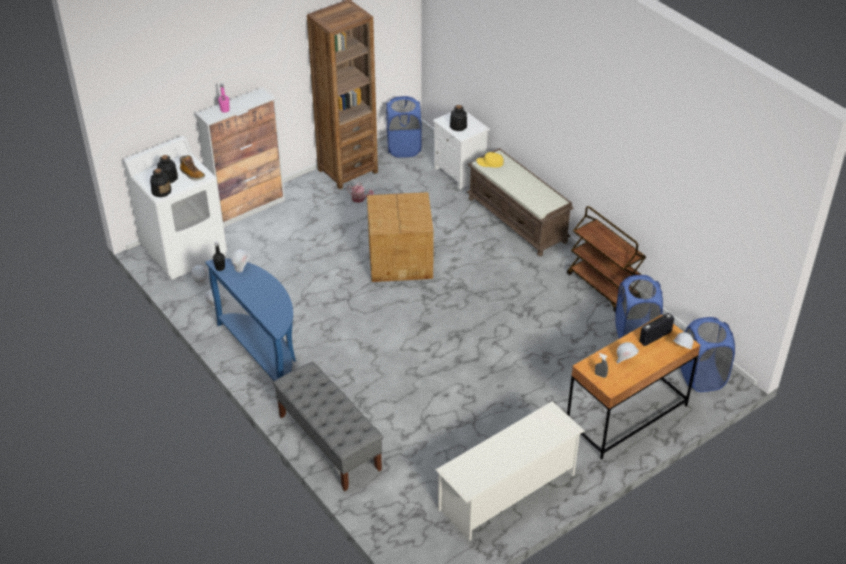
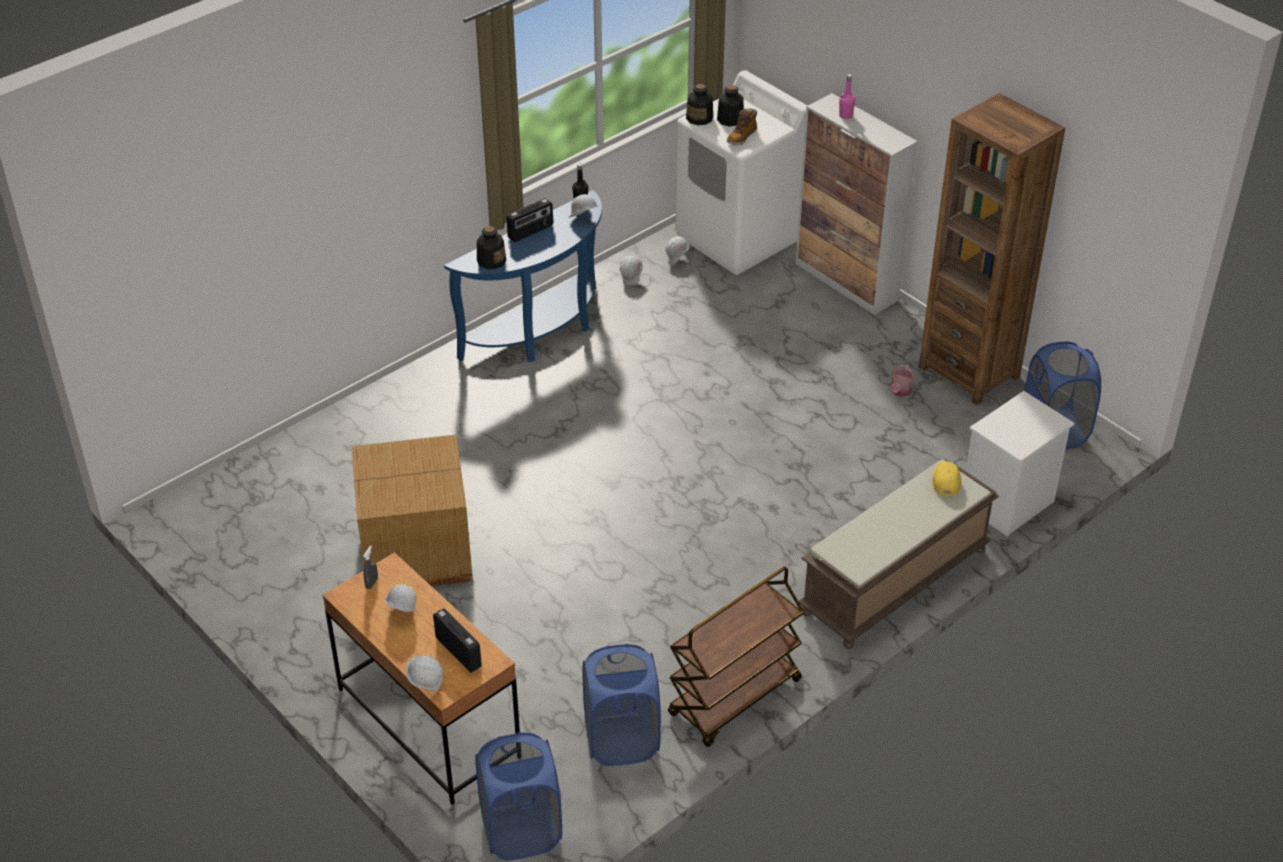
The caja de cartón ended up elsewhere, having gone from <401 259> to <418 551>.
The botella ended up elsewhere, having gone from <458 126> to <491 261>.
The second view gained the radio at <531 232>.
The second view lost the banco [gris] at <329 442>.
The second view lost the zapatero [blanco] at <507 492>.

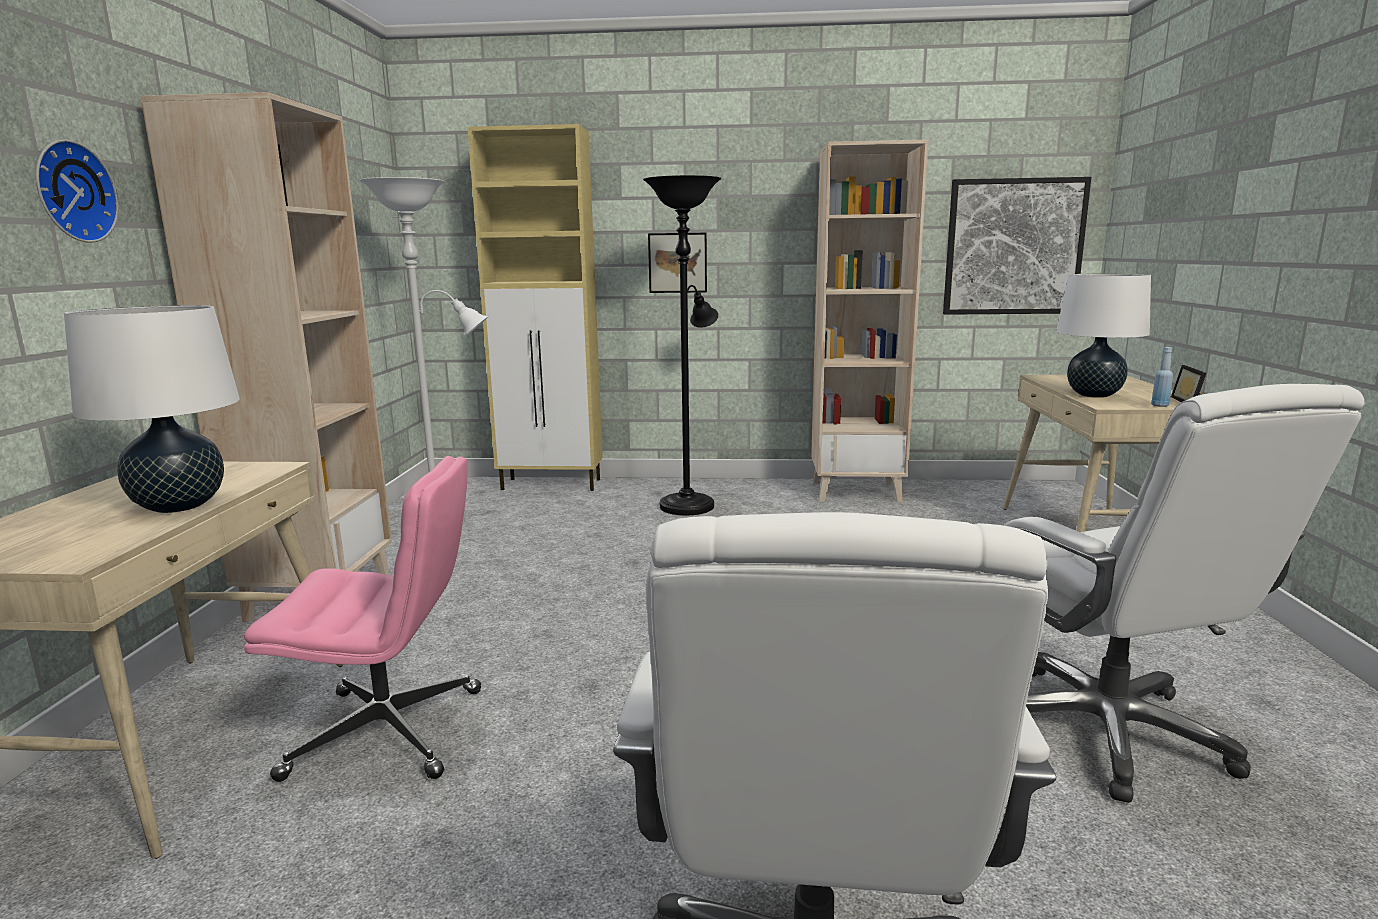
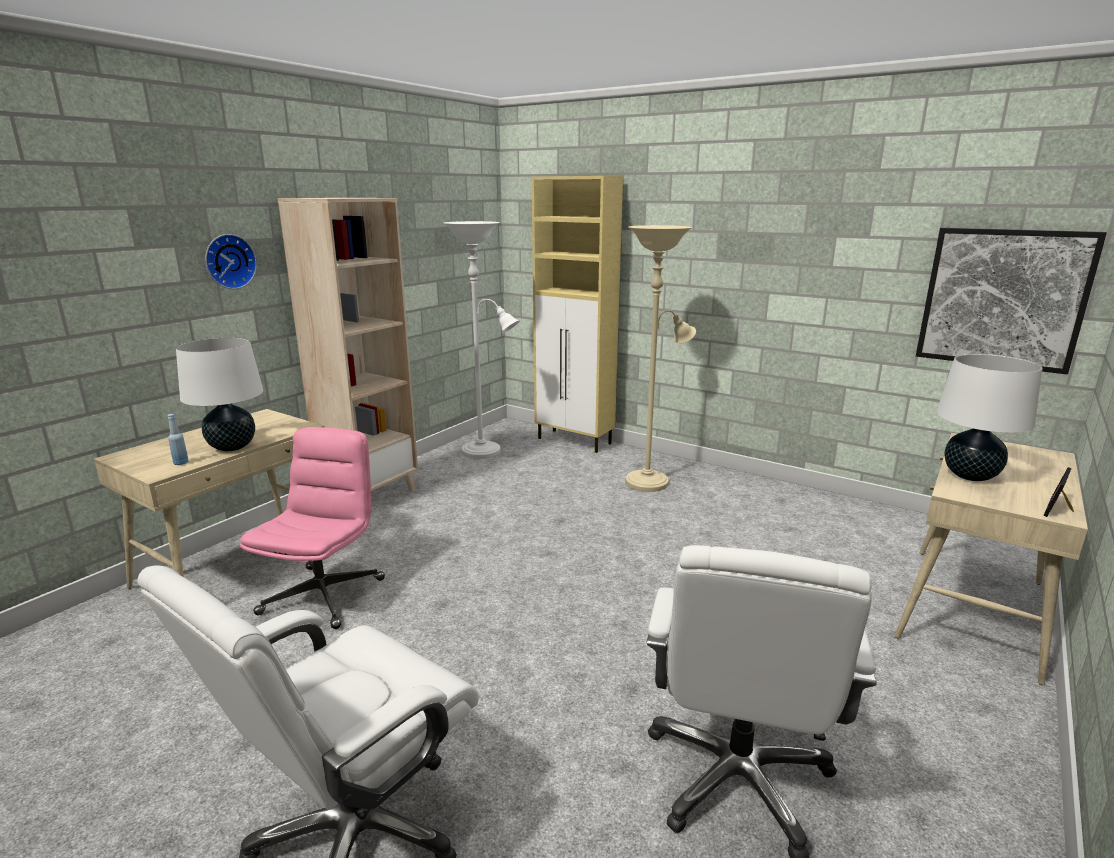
The botella [azul] ended up elsewhere, having gone from <1160 405> to <181 463>.
The silla de oficina [rosa] at <389 732> ended up facing another way, 105 degrees counterclockwise from before.
What was the lámpara de pie [negro] at <689 504> turned into the lámpara de pie [beis] at <651 481>.
The second view lost the cuadro at <677 263>.
The second view lost the estantería [beis] at <856 491>.

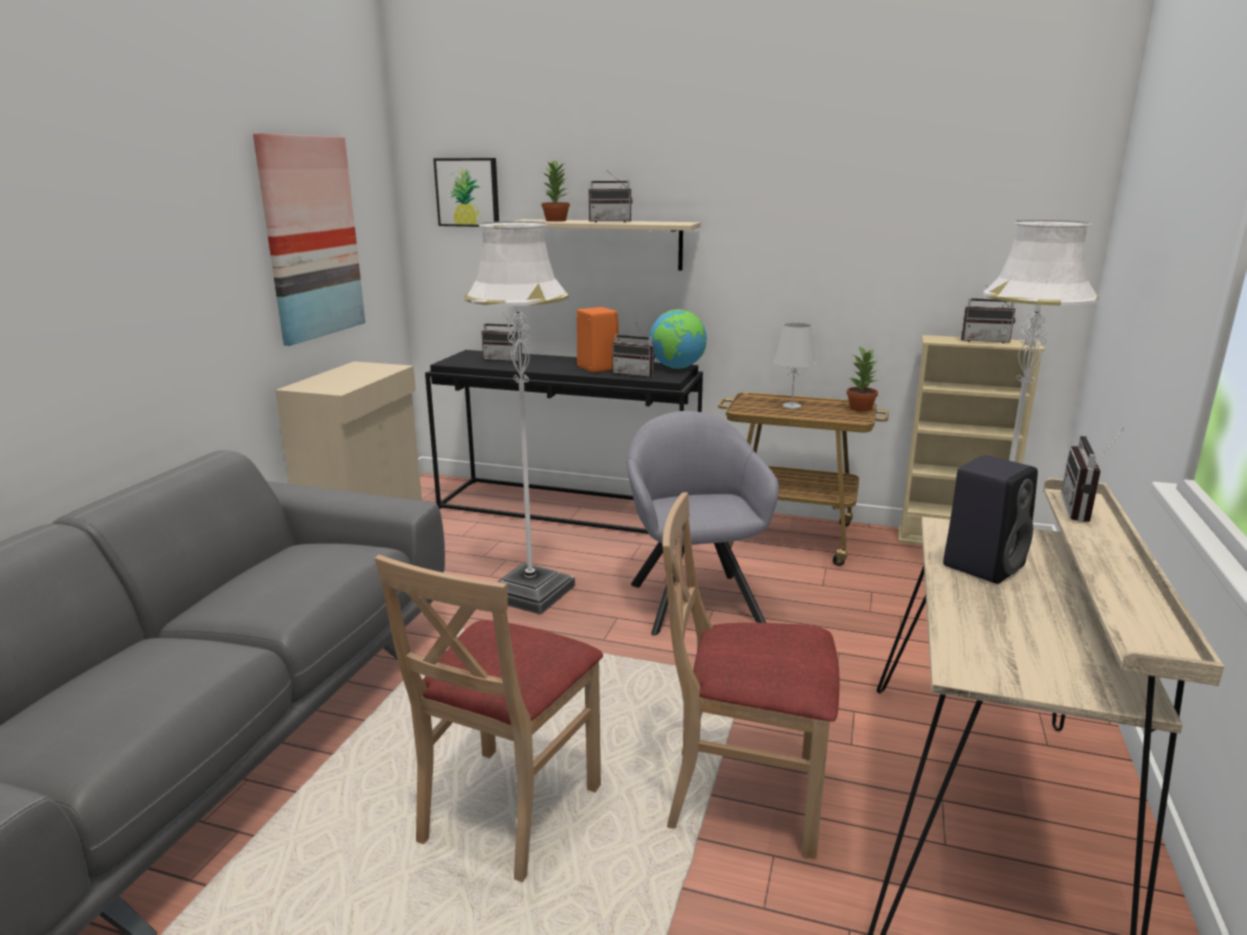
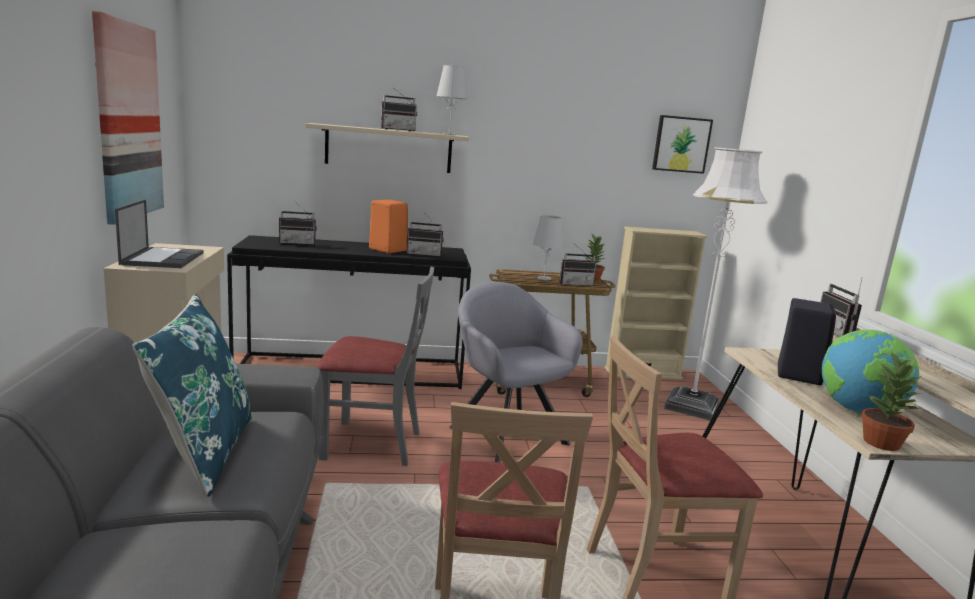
The second view gained the portátil at <163 258>.
The second view gained the cojín [azul] at <203 453>.
Where the lámpara de pie [blanco] stood at <530 592>, the silla [gris] came to stand at <372 444>.
The second view gained the lámpara de mesa [blanco] at <449 134>.
The radio ended up elsewhere, having gone from <985 340> to <575 284>.
The cuadro ended up elsewhere, having gone from <468 192> to <681 144>.
The globo terráqueo ended up elsewhere, having gone from <677 368> to <859 411>.
The planta en maceta ended up elsewhere, having gone from <556 220> to <881 442>.

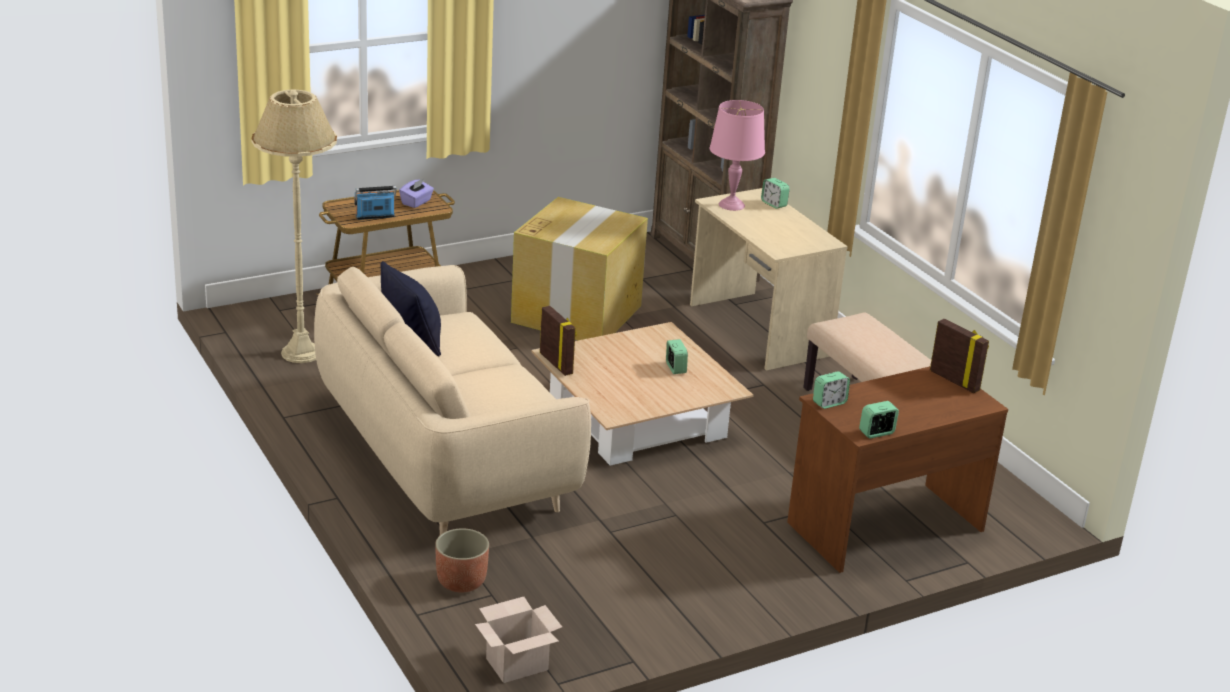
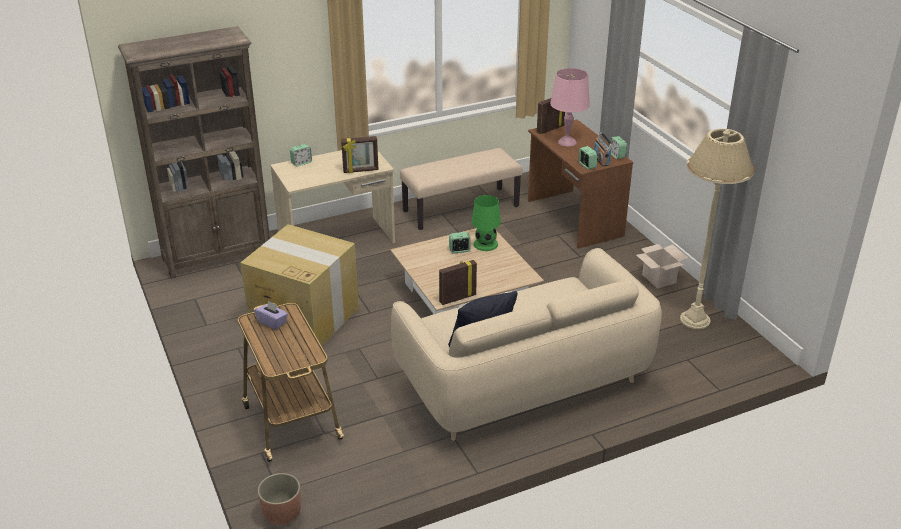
The maceta ended up elsewhere, having gone from <461 581> to <282 514>.
The second view gained the portarretratos at <361 171>.
The second view gained the lámpara de mesa [verde] at <485 244>.
The lámpara de mesa [rosa] ended up elsewhere, having gone from <731 204> to <566 142>.
The radio ended up elsewhere, having gone from <375 217> to <601 160>.
The caja de cartón ended up elsewhere, having gone from <518 663> to <658 278>.
The lámpara de pie [beis] ended up elsewhere, having gone from <300 353> to <695 320>.

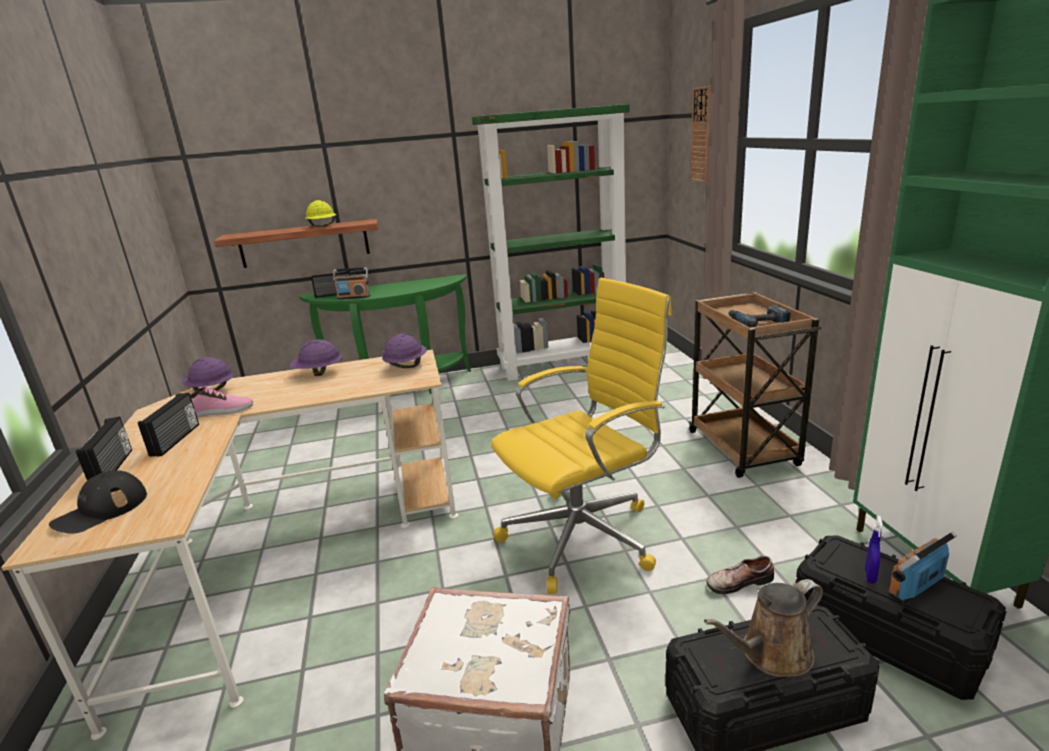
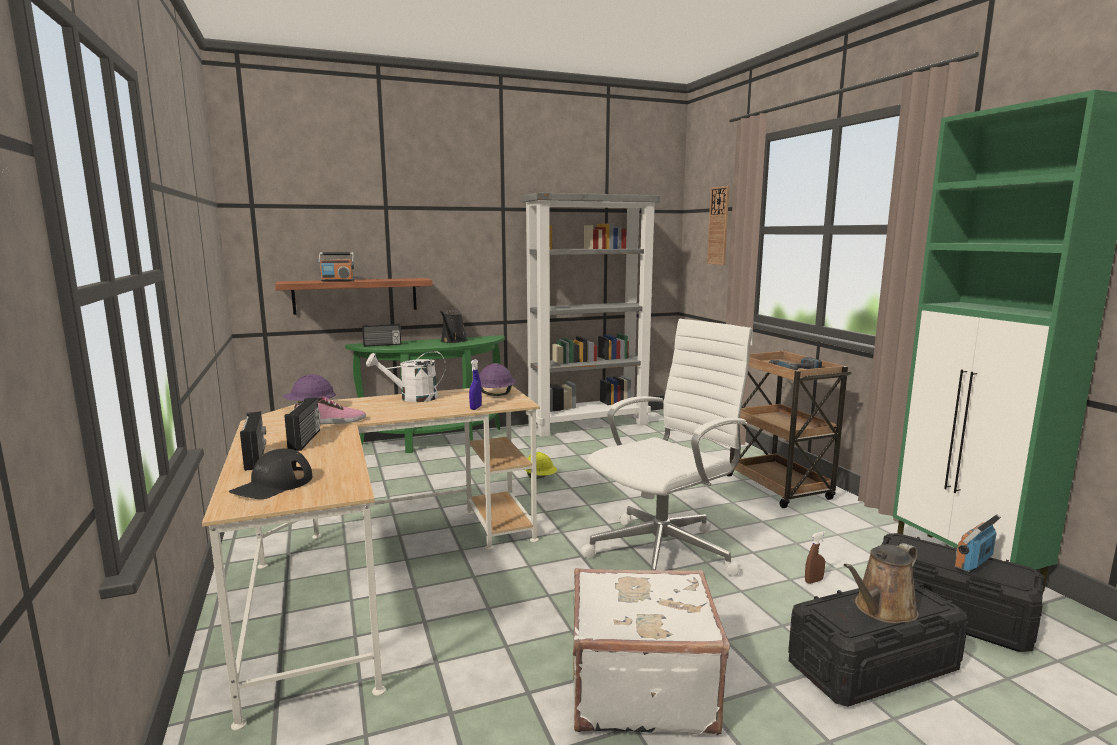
The radio ended up elsewhere, having gone from <354 297> to <337 280>.
Where the casco [morado] stood at <318 373>, the regadera [blanco] came to stand at <412 398>.
The second view gained the regadera [negro] at <453 341>.
The pulverizador [azul] ended up elsewhere, having gone from <870 576> to <475 408>.
What was the estantería [verde] at <563 364> turned into the estantería [gris] at <588 424>.
The casco [amarillo] ended up elsewhere, having gone from <322 226> to <540 478>.
What was the silla de oficina [amarillo] at <584 536> turned into the silla de oficina [blanco] at <665 552>.
Where the zapato stood at <738 581>, the pulverizador [marrón] came to stand at <813 581>.

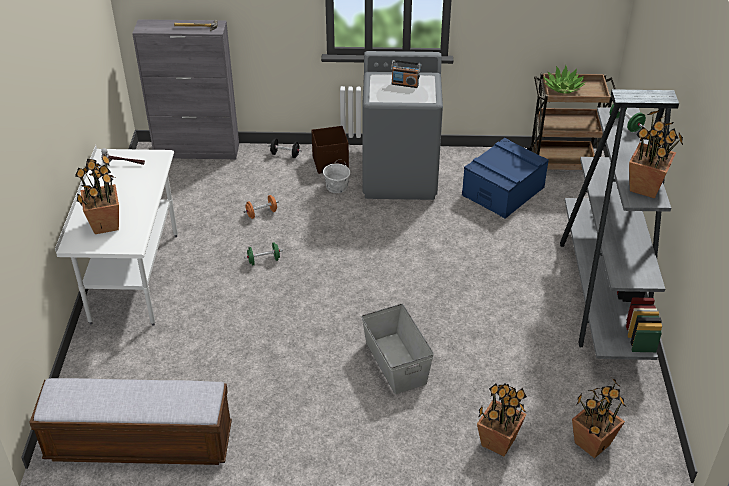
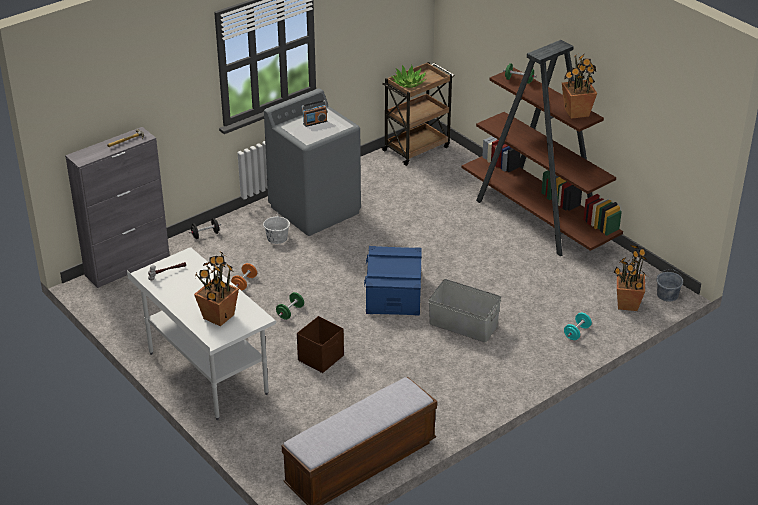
The caja de almacenaje [marrón] ended up elsewhere, having gone from <331 163> to <321 358>.
The caja de almacenaje [azul] ended up elsewhere, having gone from <503 191> to <394 294>.
What was the estantería [gris] at <602 295> turned into the estantería [marrón] at <538 219>.
Where the planta en maceta stood at <498 442>, the mancuerna [turquesa] came to stand at <577 333>.
The second view gained the cubo [gris] at <667 295>.

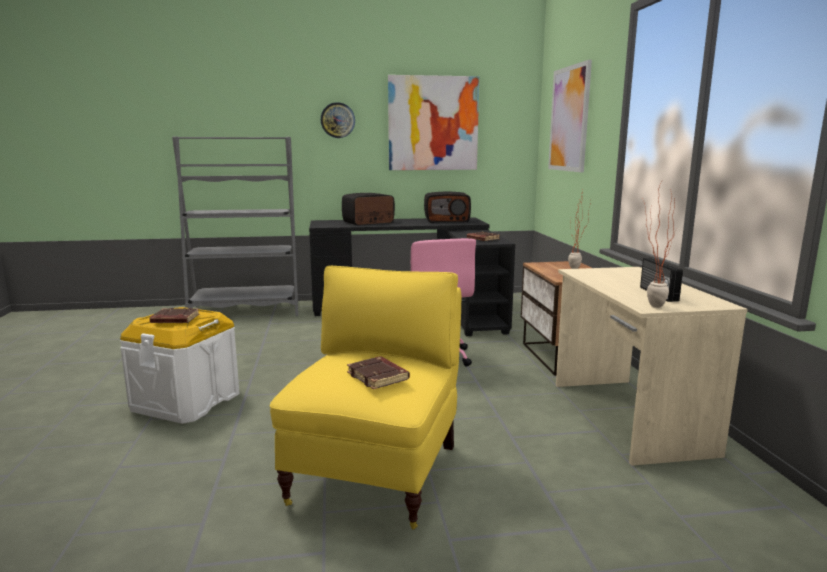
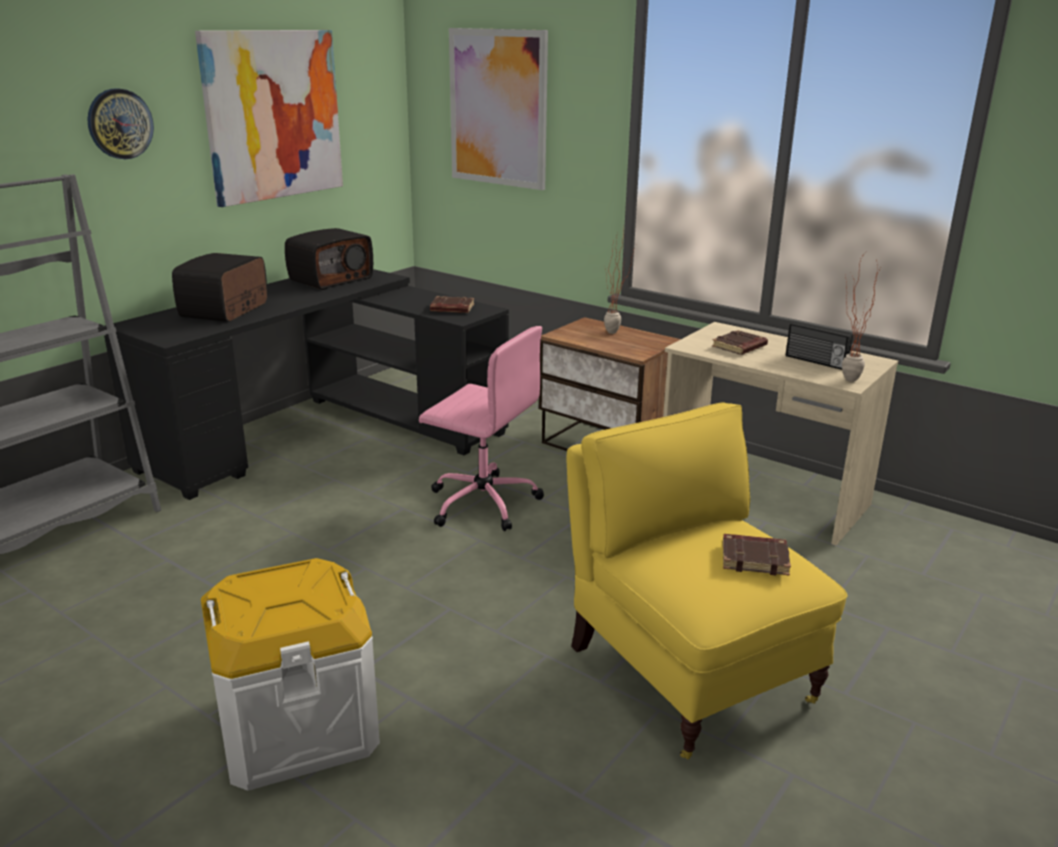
The libro [marrón] ended up elsewhere, having gone from <174 320> to <739 347>.

